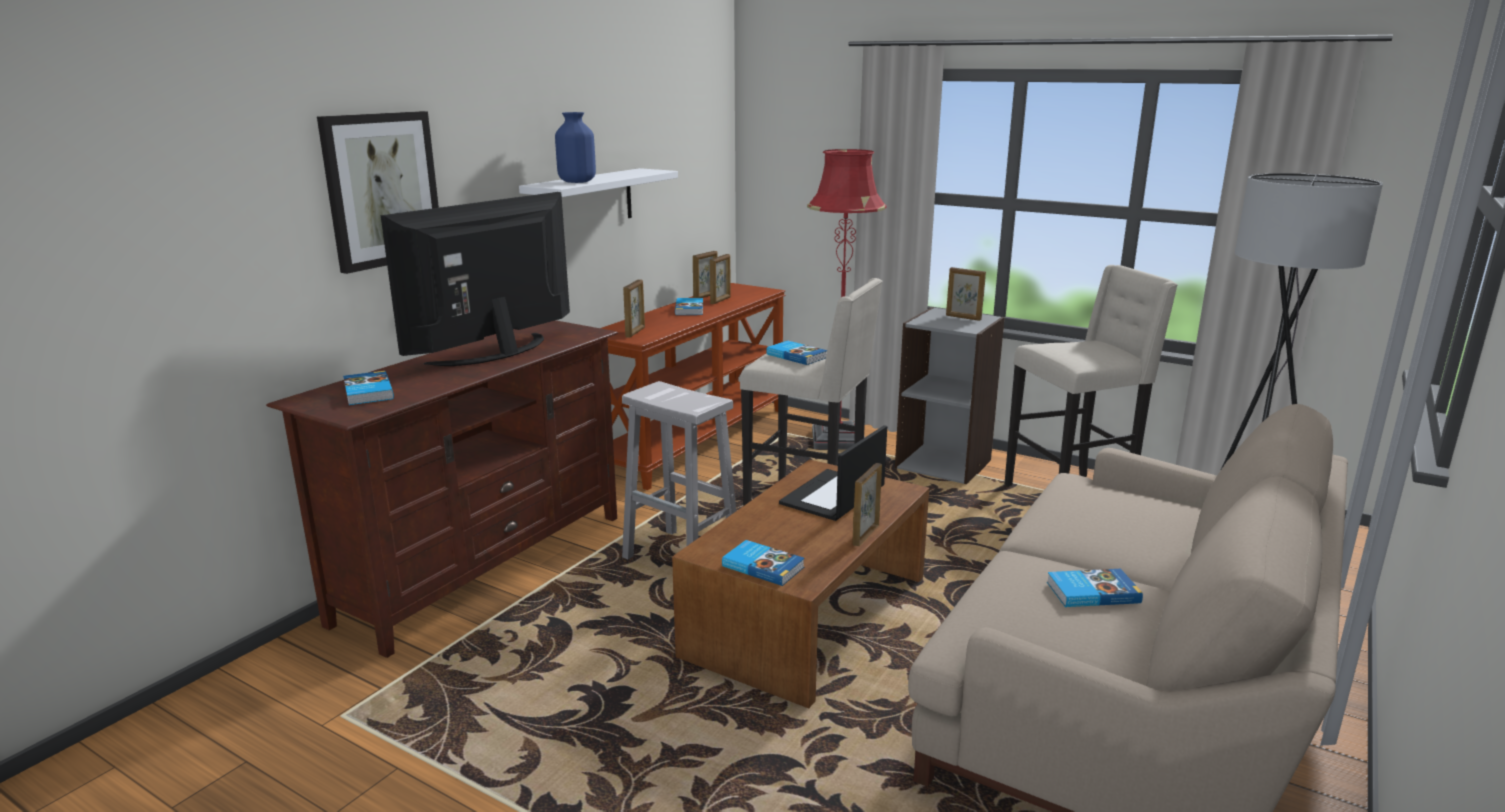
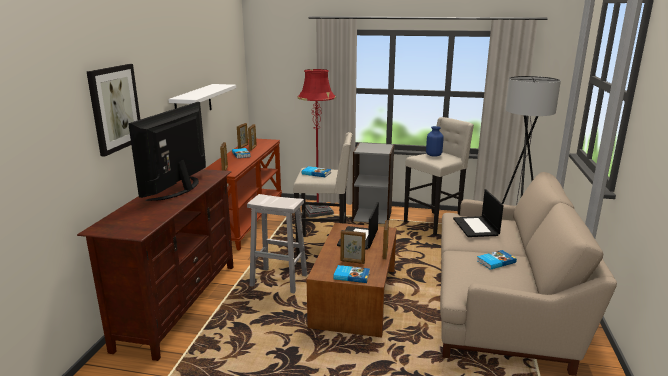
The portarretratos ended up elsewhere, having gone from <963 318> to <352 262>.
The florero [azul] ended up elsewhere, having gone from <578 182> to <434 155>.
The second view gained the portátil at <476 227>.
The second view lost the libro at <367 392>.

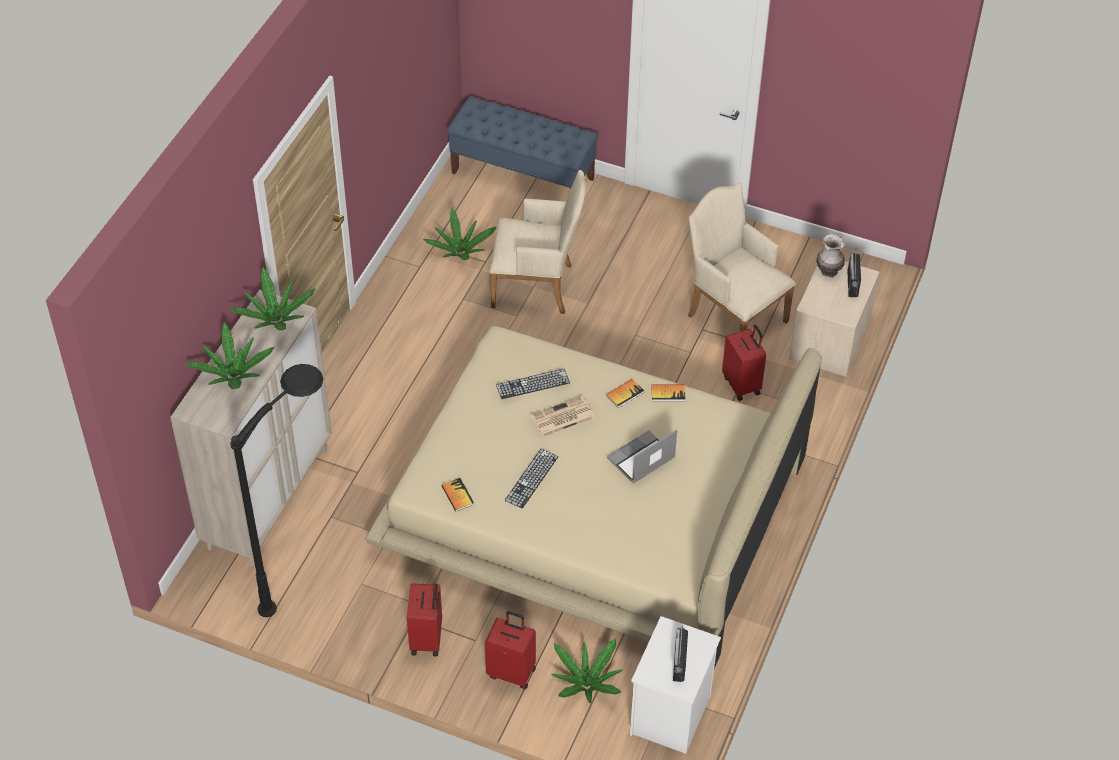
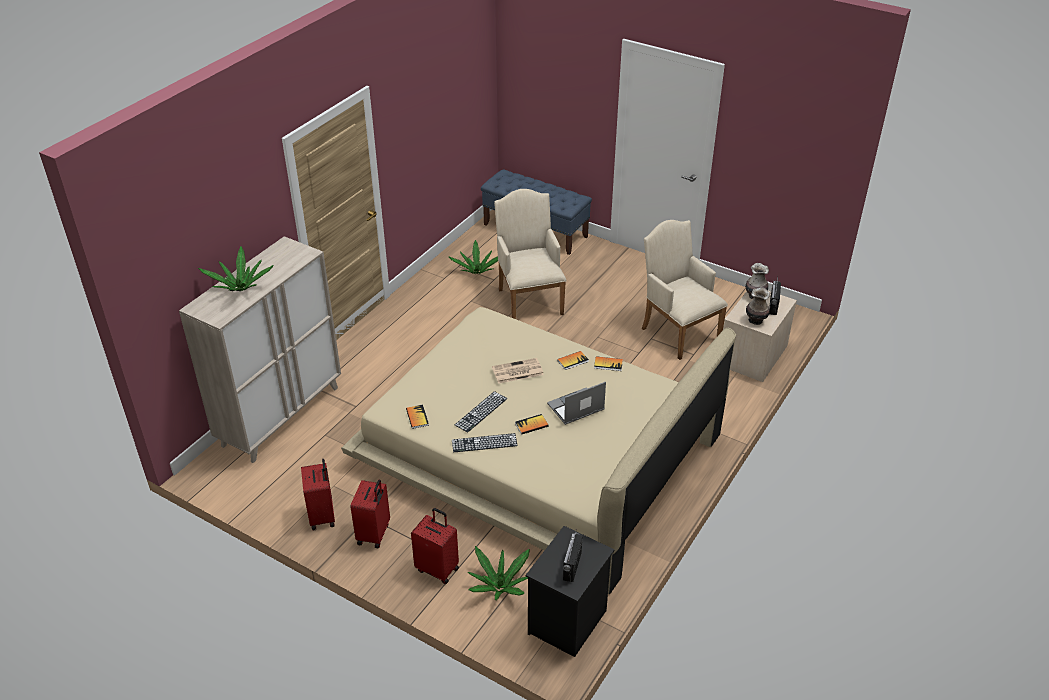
The maleta [rojo] ended up elsewhere, having gone from <742 385> to <323 516>.
The teclado ended up elsewhere, having gone from <533 384> to <484 443>.
The sillón [beis] at <538 287> ended up facing another way, 120 degrees counterclockwise from before.
The second view gained the libro at <531 425>.
What was the mesita de noche [blanco] at <671 716> turned into the mesita de noche [negro] at <568 623>.
The second view gained the florero at <755 320>.
The second view lost the planta en maceta at <276 319>.
The second view lost the lámpara de pie [negro] at <310 572>.

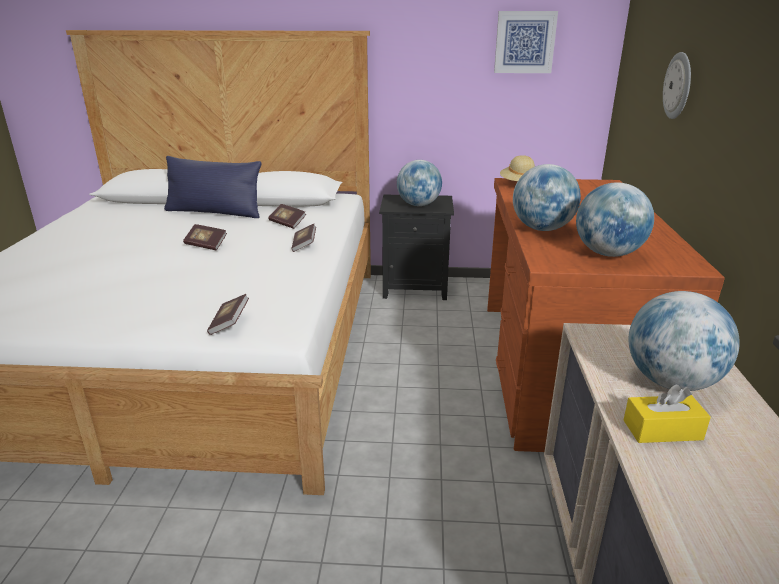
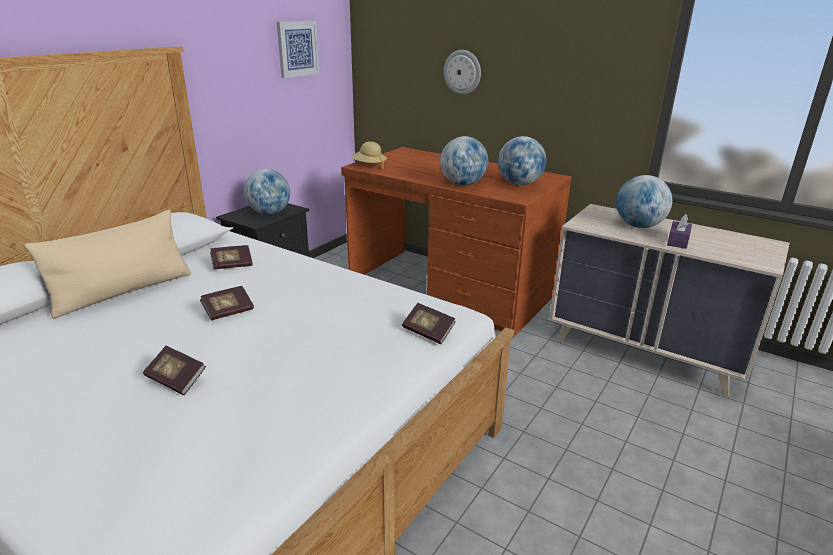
What was the cojín [azul] at <214 212> turned into the cojín [beis] at <123 292>.
The libro ended up elsewhere, having gone from <304 245> to <176 380>.
What was the caja de pañuelos [amarillo] at <662 430> turned into the caja de pañuelos [morado] at <678 241>.

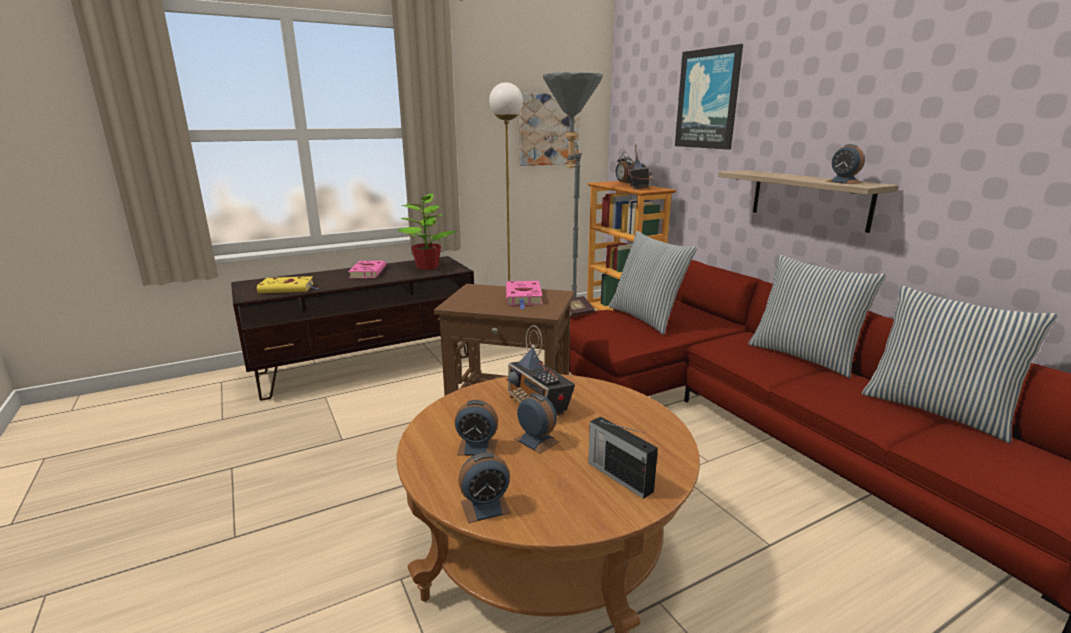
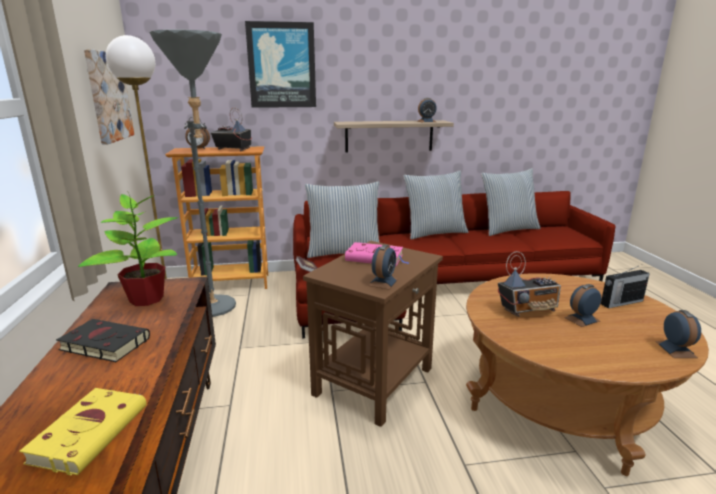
What was the libro [rosa] at <368 272> turned into the libro [negro] at <103 344>.
The despertador ended up elsewhere, having gone from <477 447> to <383 282>.

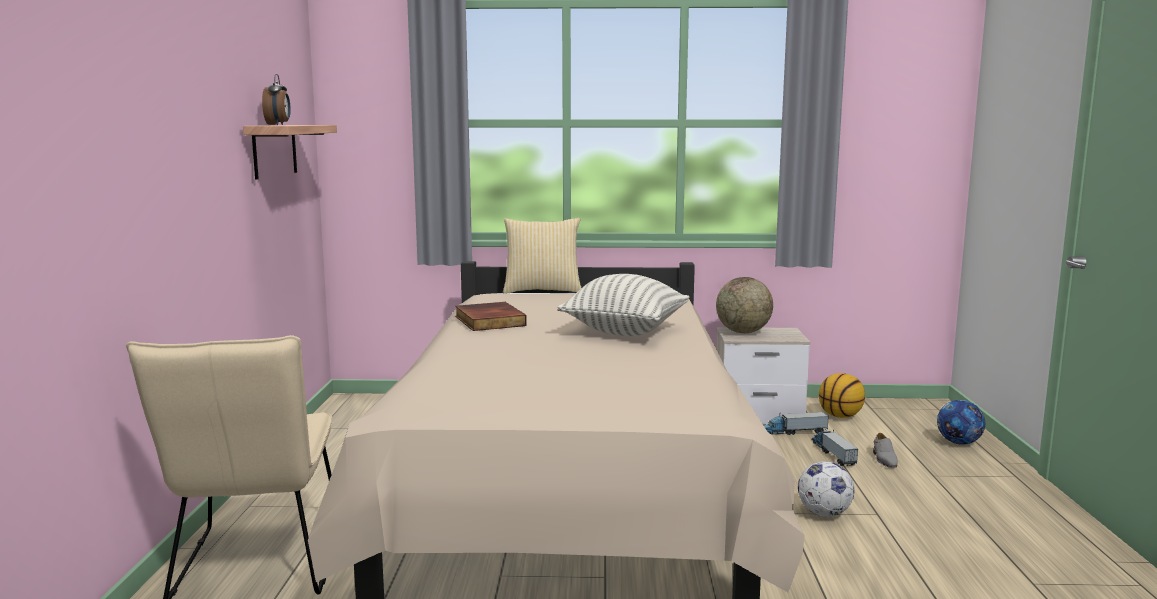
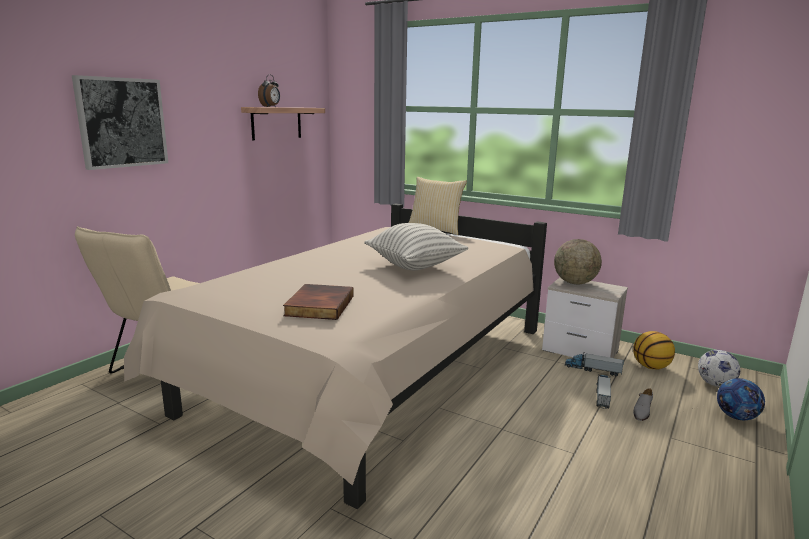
The second view gained the cuadro at <122 122>.
The libro ended up elsewhere, having gone from <488 321> to <318 305>.
The balón de fútbol ended up elsewhere, having gone from <824 514> to <715 384>.

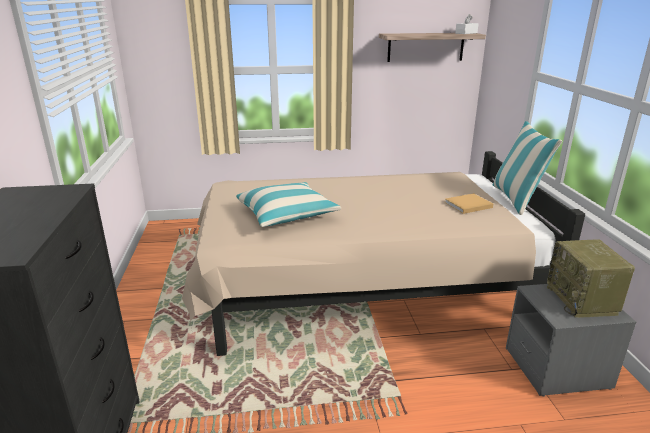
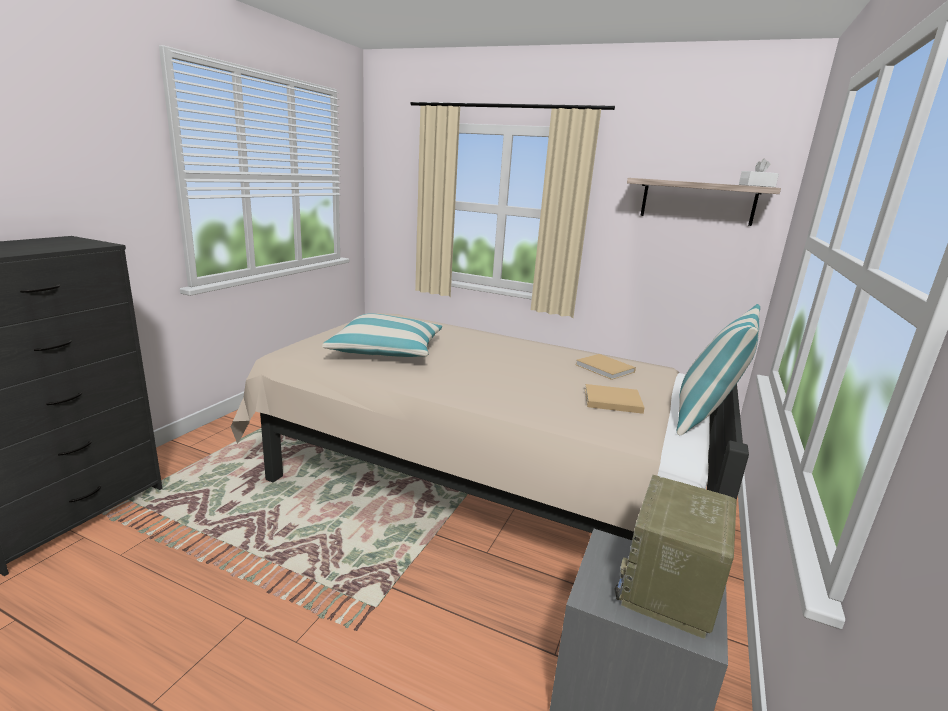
The second view gained the libro [beis] at <606 369>.

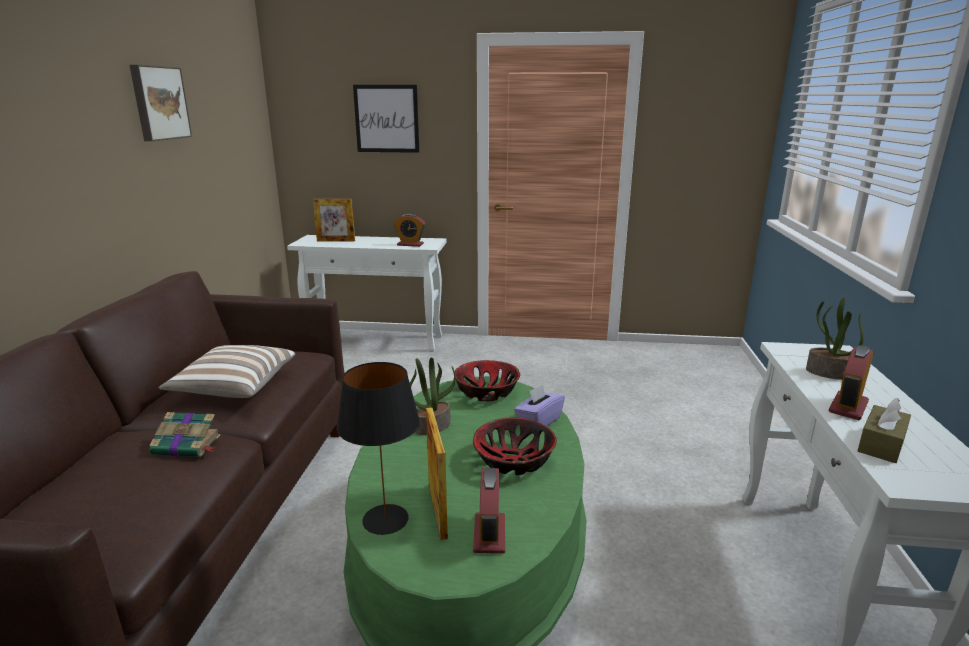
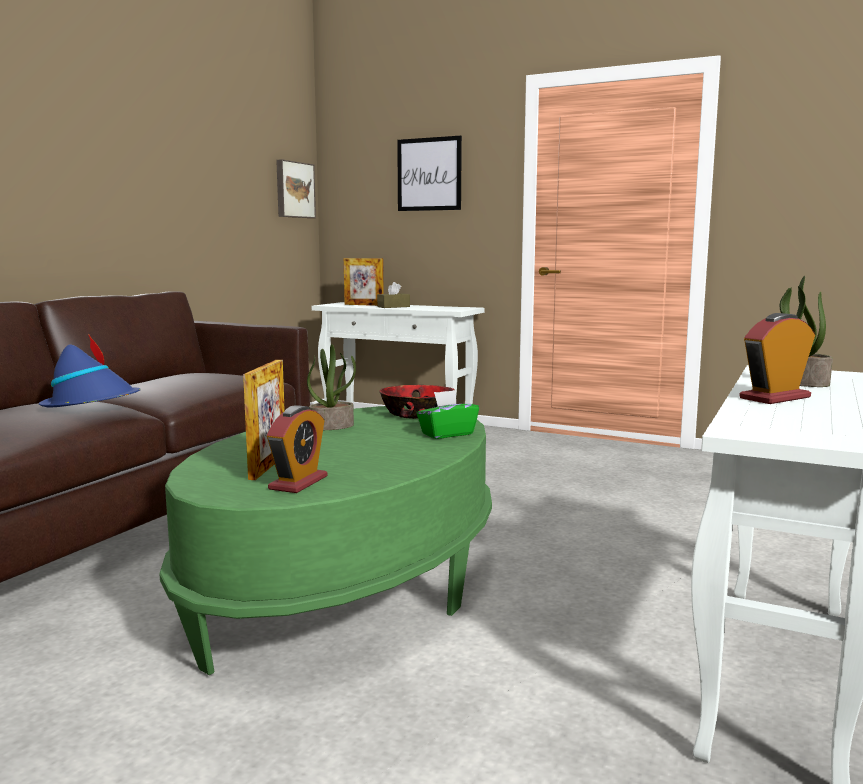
Where the libro stood at <188 445>, the sombrero [azul] came to stand at <92 404>.
The cuadro ended up elsewhere, having gone from <159 103> to <294 190>.
The caja de pañuelos [marrón] ended up elsewhere, having gone from <881 444> to <393 307>.
What was the caja de pañuelos [morado] at <538 421> turned into the caja de pañuelos [verde] at <447 434>.
The second view lost the cojín at <233 387>.
The second view lost the lámpara de mesa [negro] at <385 520>.
The second view lost the despertador at <410 244>.
The second view lost the cuenco at <513 461>.

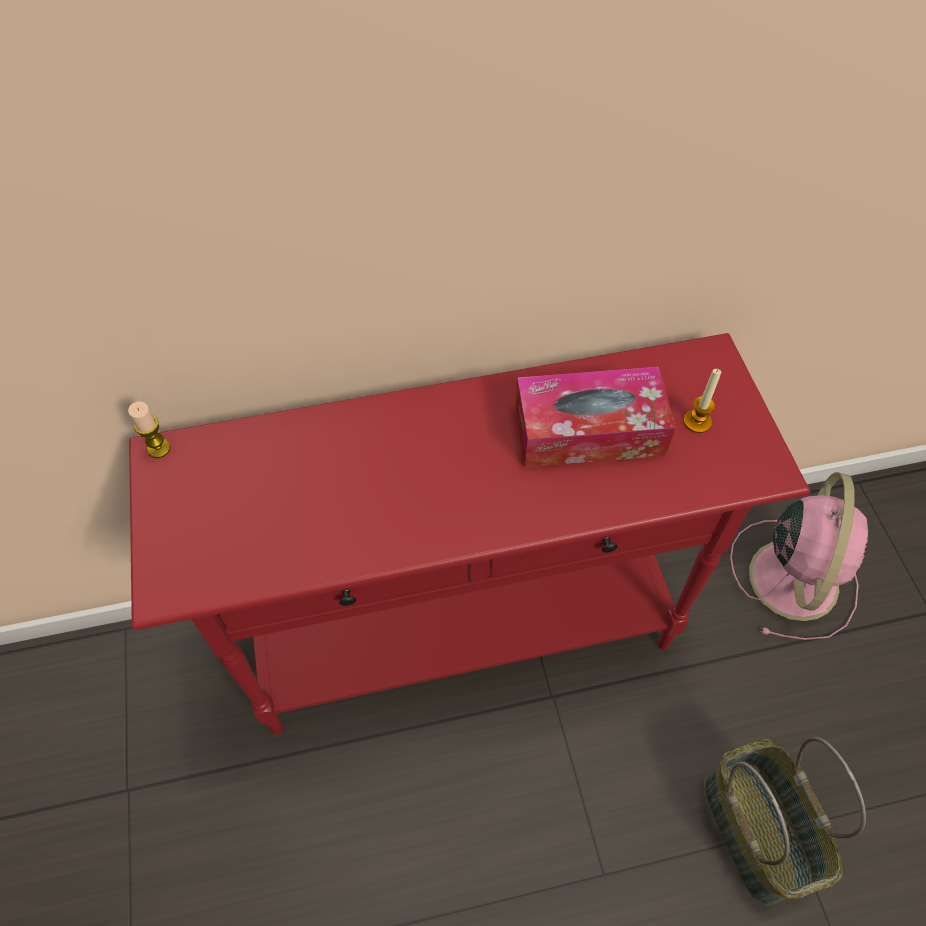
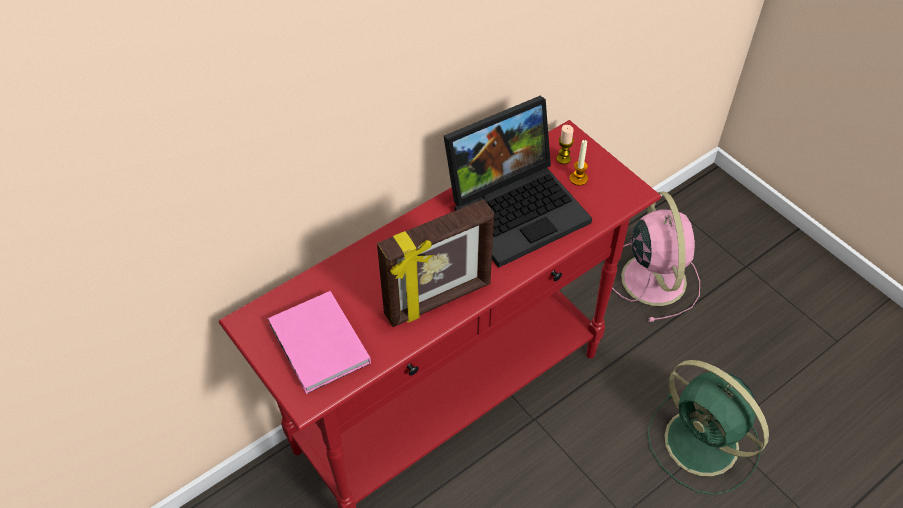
The second view gained the libro [rosa] at <319 346>.
The second view gained the portarretratos at <438 300>.
Where the caja de pañuelos stood at <588 431>, the portátil came to stand at <517 207>.
The vela ended up elsewhere, having gone from <159 448> to <563 159>.
Where the cesta stood at <758 831>, the ventilador [verde] came to stand at <704 444>.

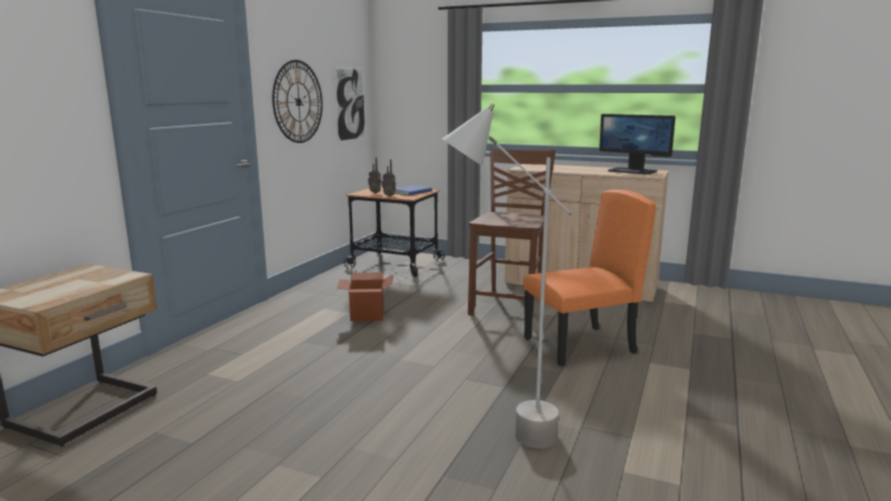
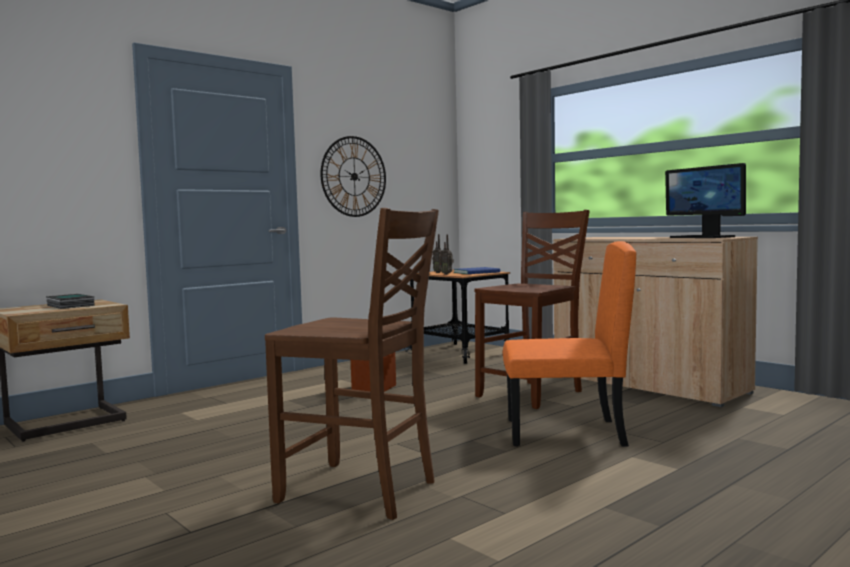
The second view gained the libro at <69 305>.
Where the lámpara de pie [gris] stood at <501 439>, the silla [marrón] came to stand at <360 491>.
The second view lost the cuadro at <350 104>.

